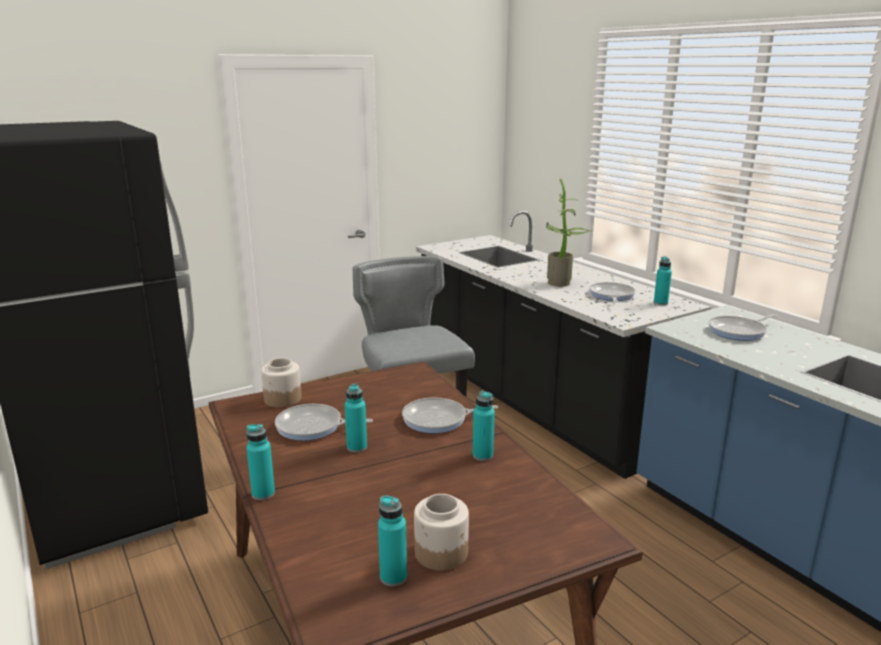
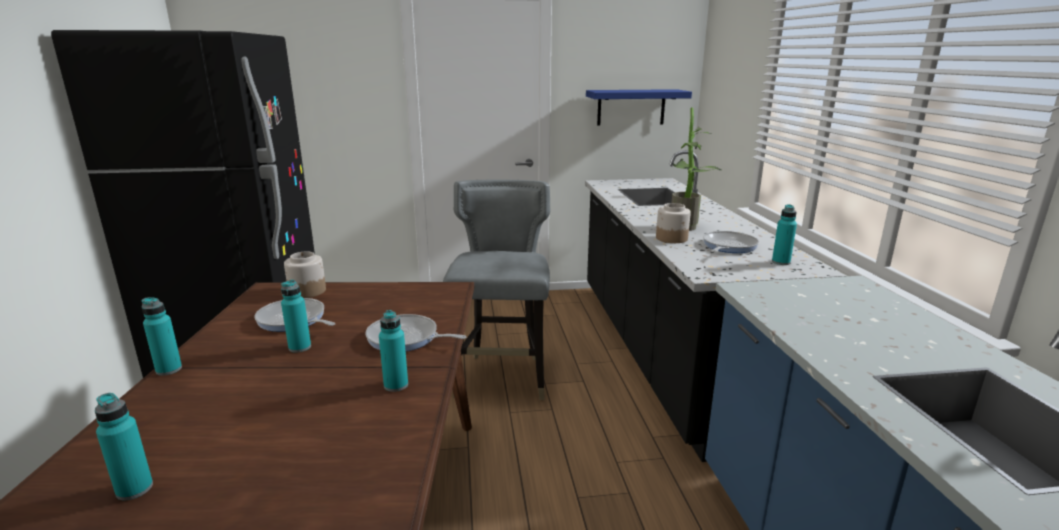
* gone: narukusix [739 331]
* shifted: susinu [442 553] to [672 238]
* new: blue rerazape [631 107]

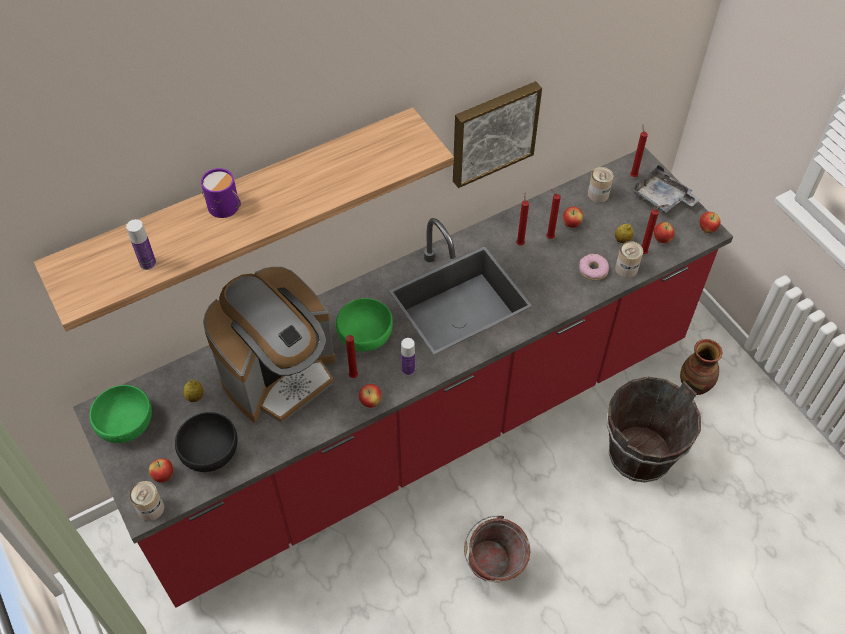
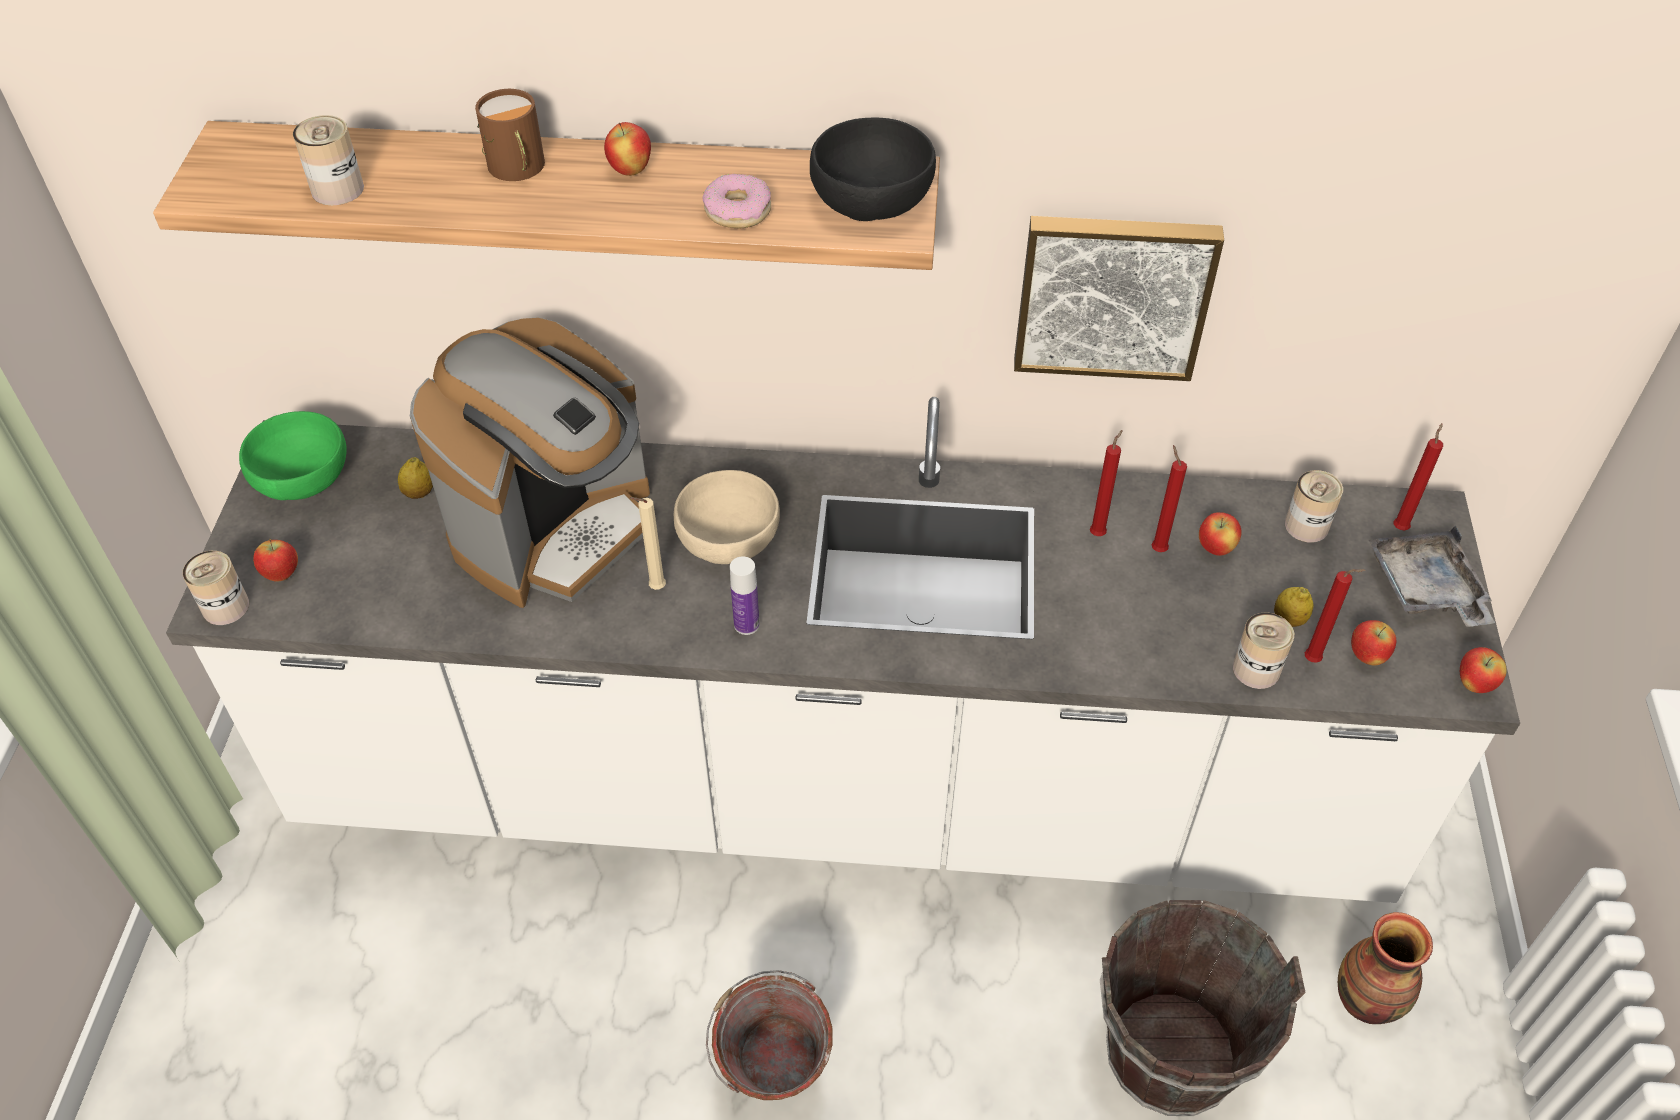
* repainted: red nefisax [422 429] to white nefisax [840 792]
* repainted: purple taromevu [226 207] to brown taromevu [517 168]
* swapped: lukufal [148 263] to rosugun [337 189]
* shifted: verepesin [593 270] to [738 211]
* rotated: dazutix [280 376] = [556 529] 45 degrees counterclockwise
* repainted: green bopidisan [365 334] to beige bopidisan [730 538]
* repainted: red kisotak [352 377] to beige kisotak [655 588]
* shifted: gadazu [370 402] to [630 170]
* shifted: black bopidisan [210 450] to [873 199]

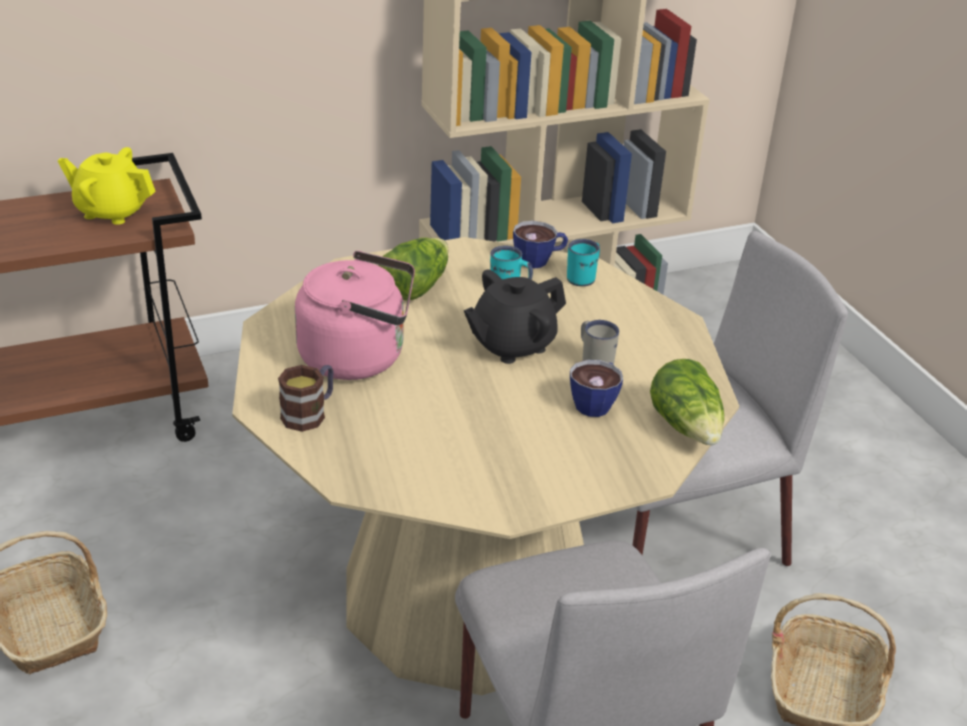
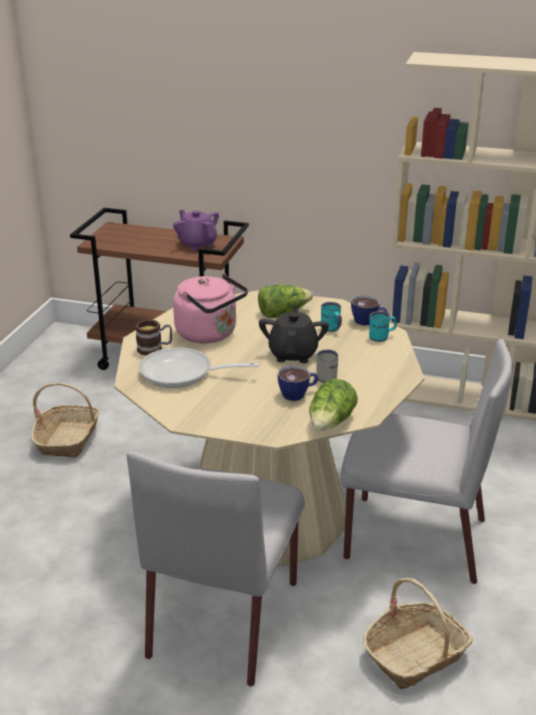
* repainted: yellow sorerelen [111 211] to purple sorerelen [197 244]
* rotated: black sorerelen [511 345] = [293 354] 90 degrees clockwise
* new: narukusix [183 373]

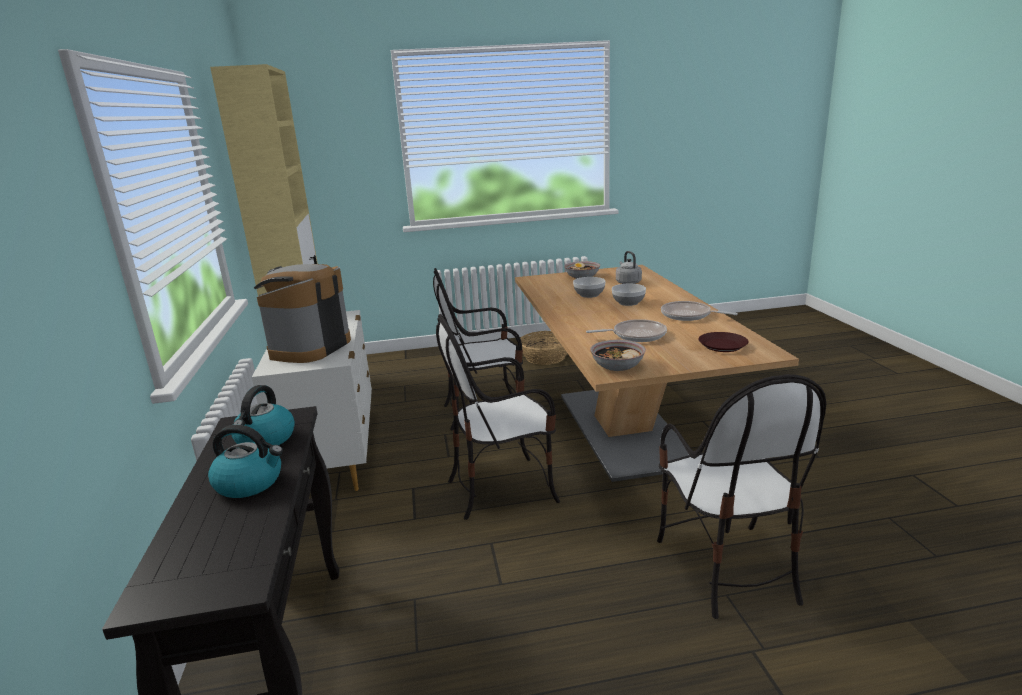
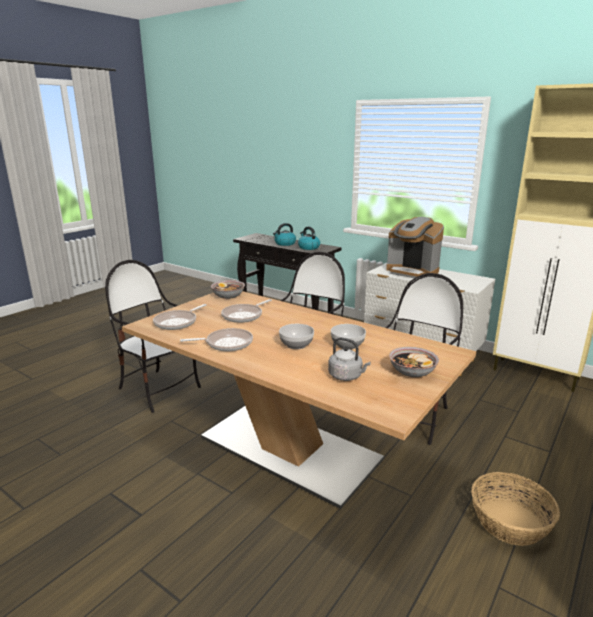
* rotated: dazutix [309 348] = [412 272] 150 degrees clockwise
* swapped: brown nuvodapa [722 346] to narukusix [178 322]

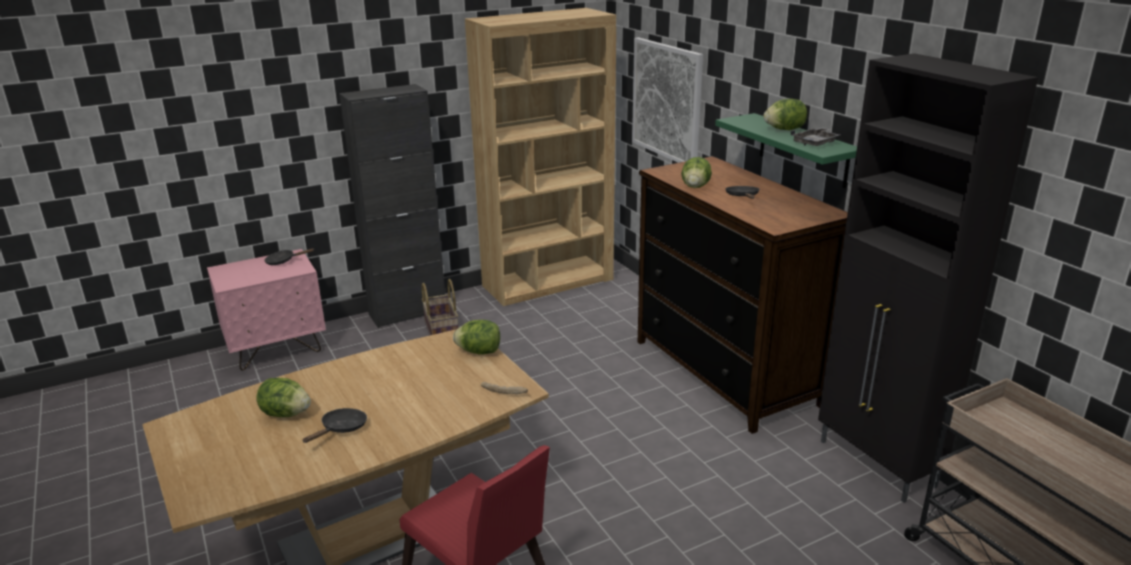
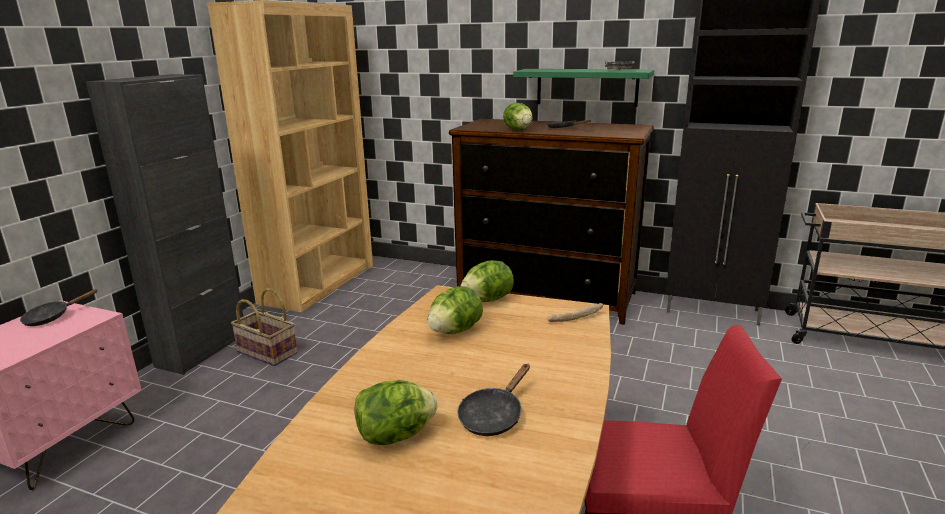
* gone: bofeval [667 101]
* shifted: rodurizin [784 129] to [455 331]
* rotated: black narukusix [341 429] = [493 416] 135 degrees counterclockwise

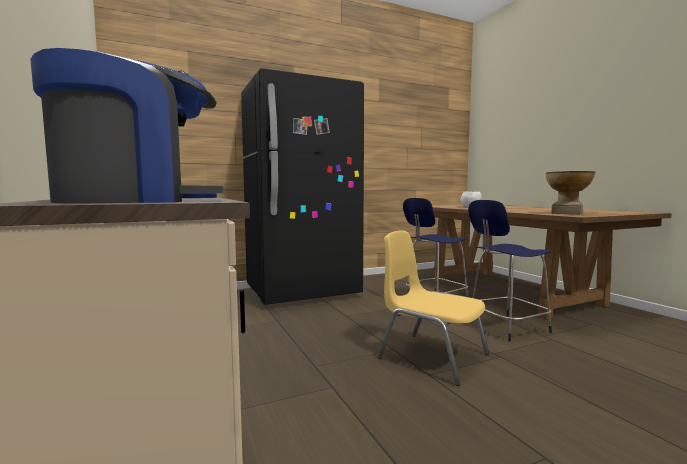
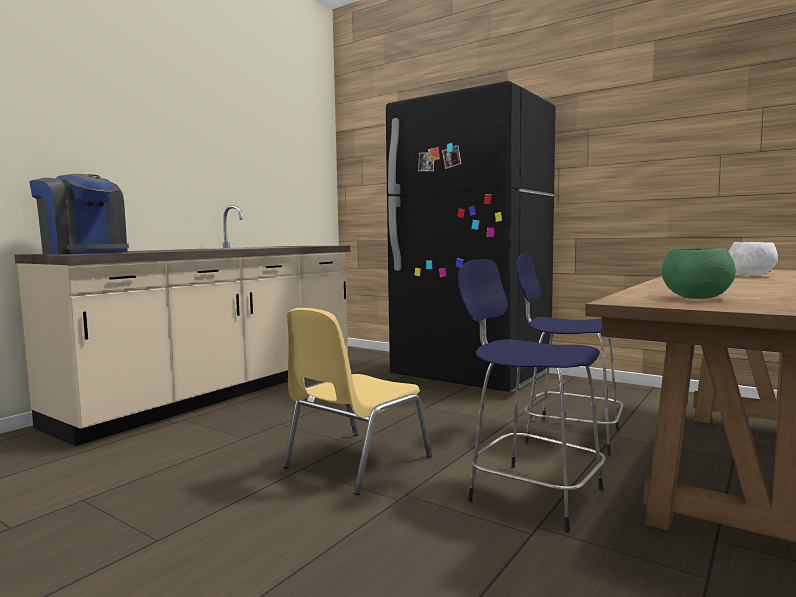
* swapped: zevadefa [567 213] to green bopidisan [696 298]
* rotated: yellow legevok [431 356] = [355 462] 150 degrees counterclockwise

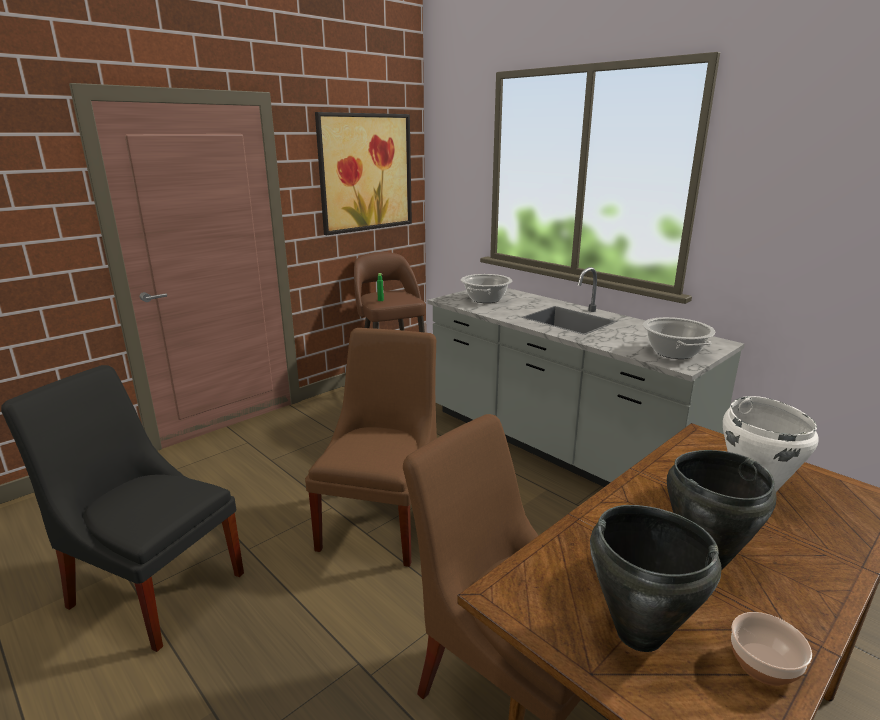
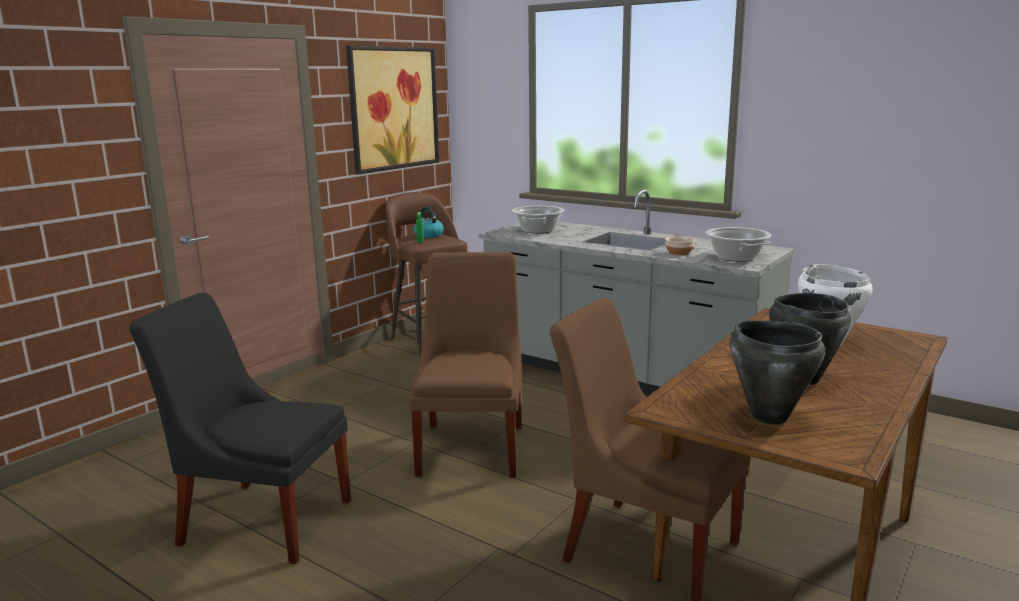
* shifted: bopidisan [763 665] to [678 253]
* new: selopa [428 235]

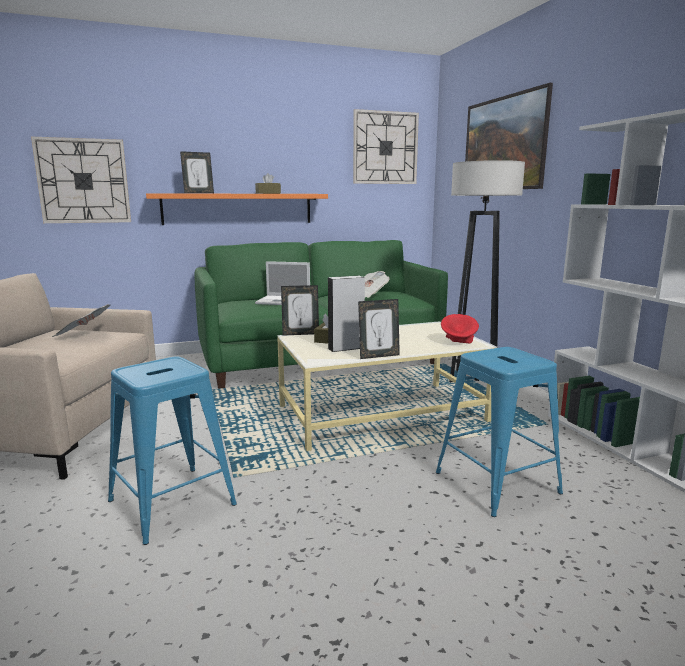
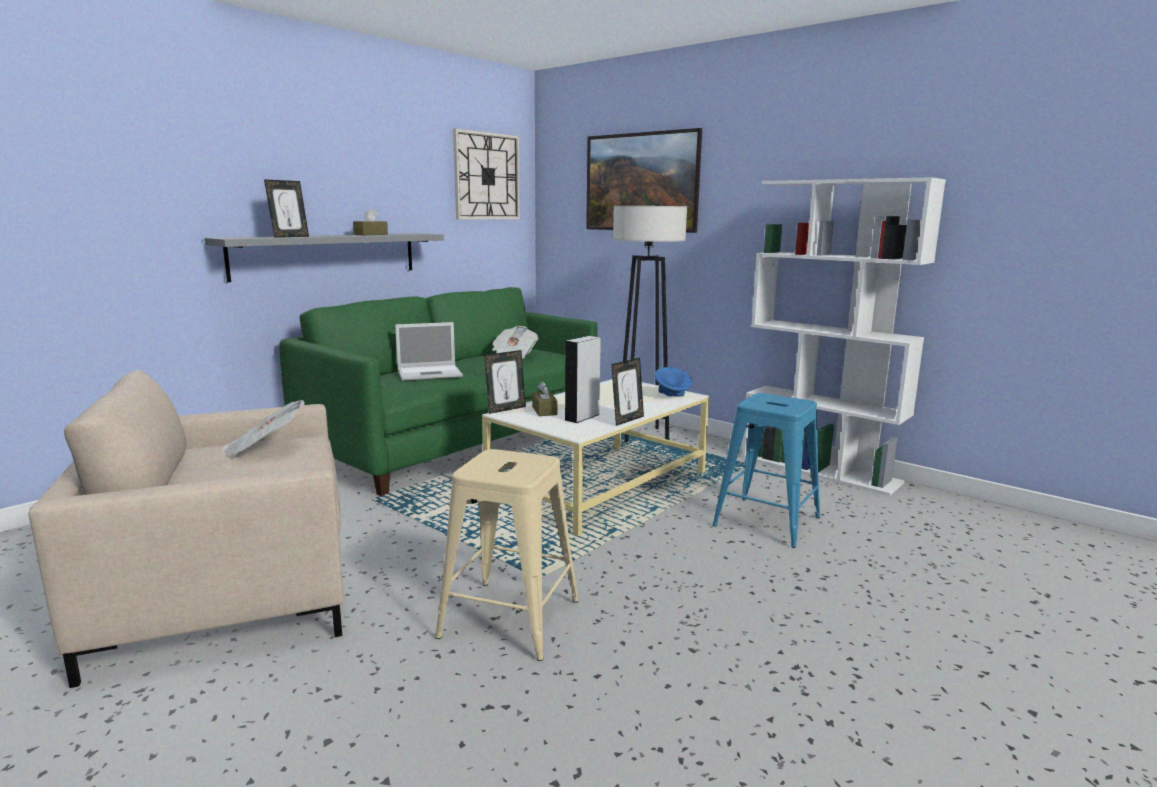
* gone: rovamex [83 181]
* repainted: orange rerazape [238 209] to grey rerazape [327 255]
* repainted: red bopidisan [459 342] to blue bopidisan [672 396]
* repainted: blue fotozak [171 503] to beige fotozak [510 619]

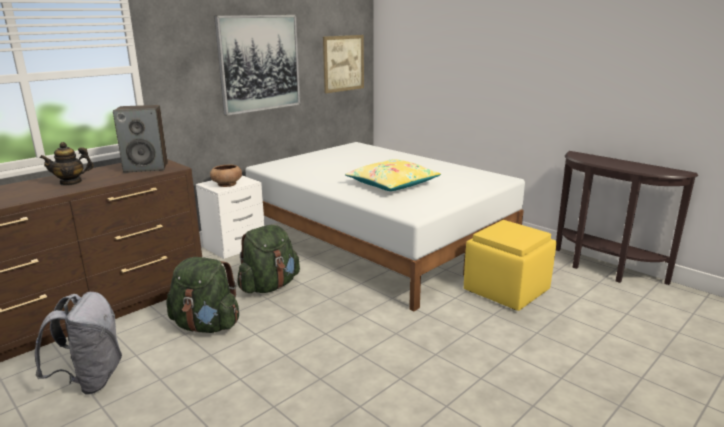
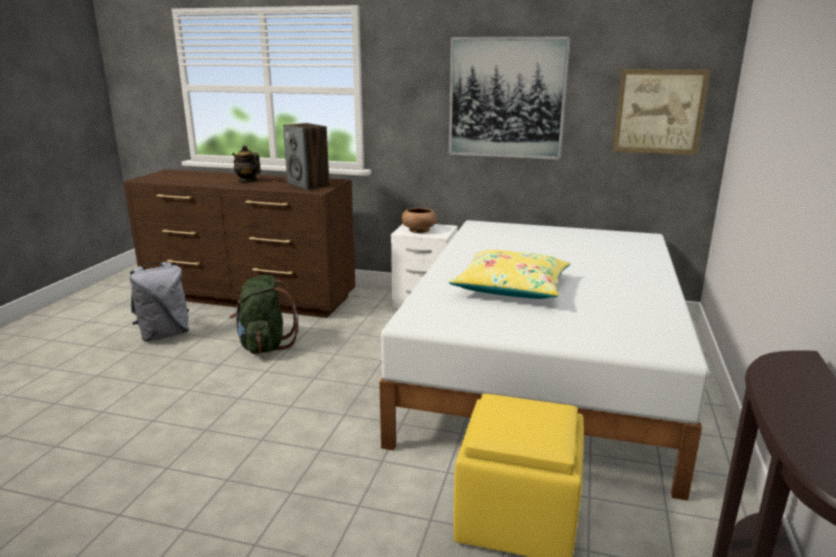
* gone: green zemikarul [269 286]

